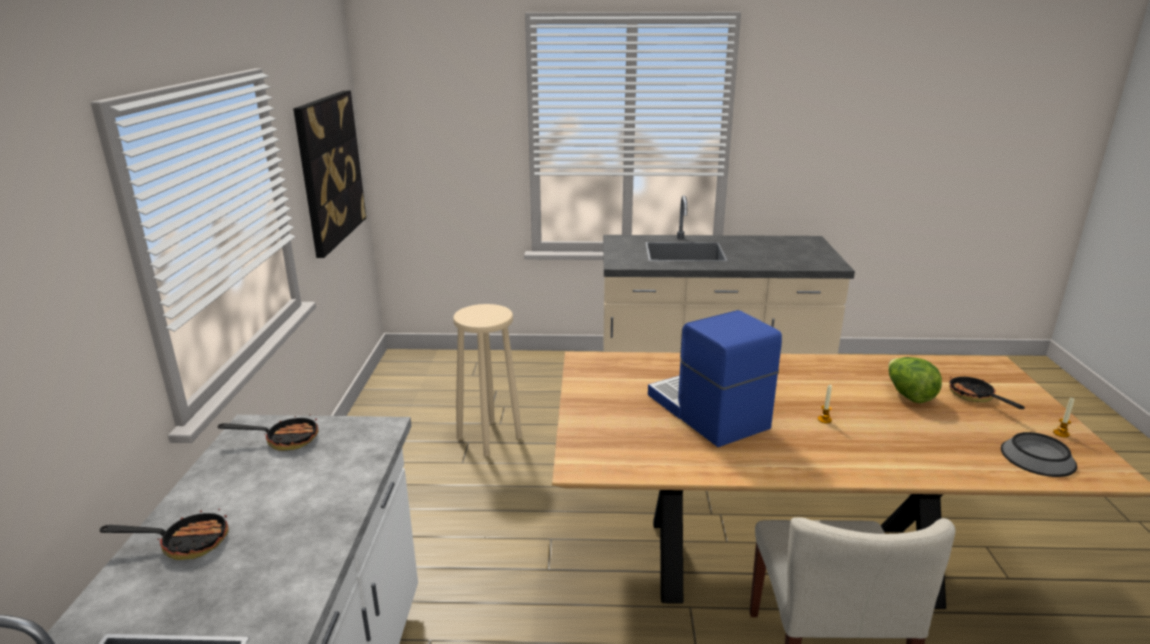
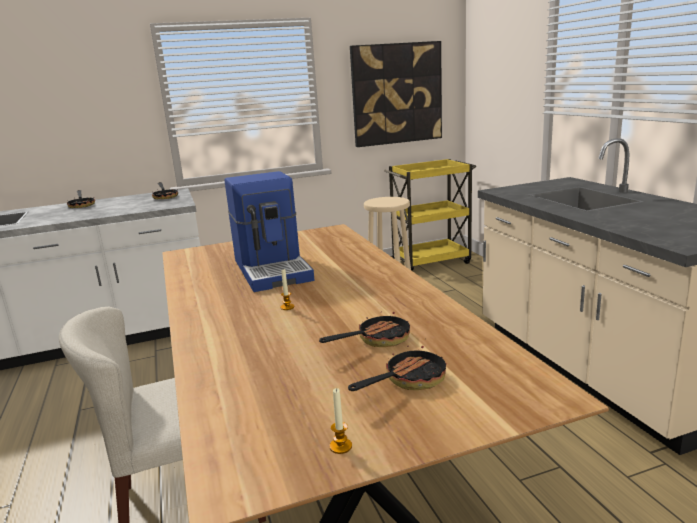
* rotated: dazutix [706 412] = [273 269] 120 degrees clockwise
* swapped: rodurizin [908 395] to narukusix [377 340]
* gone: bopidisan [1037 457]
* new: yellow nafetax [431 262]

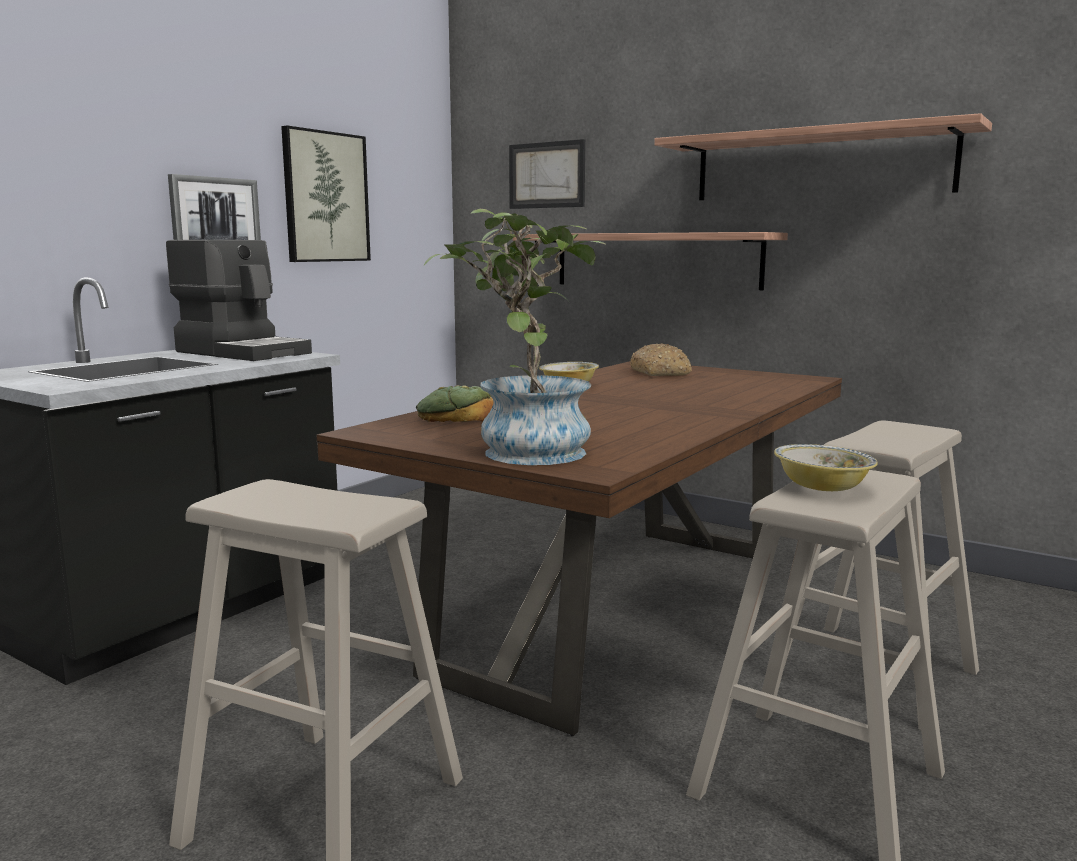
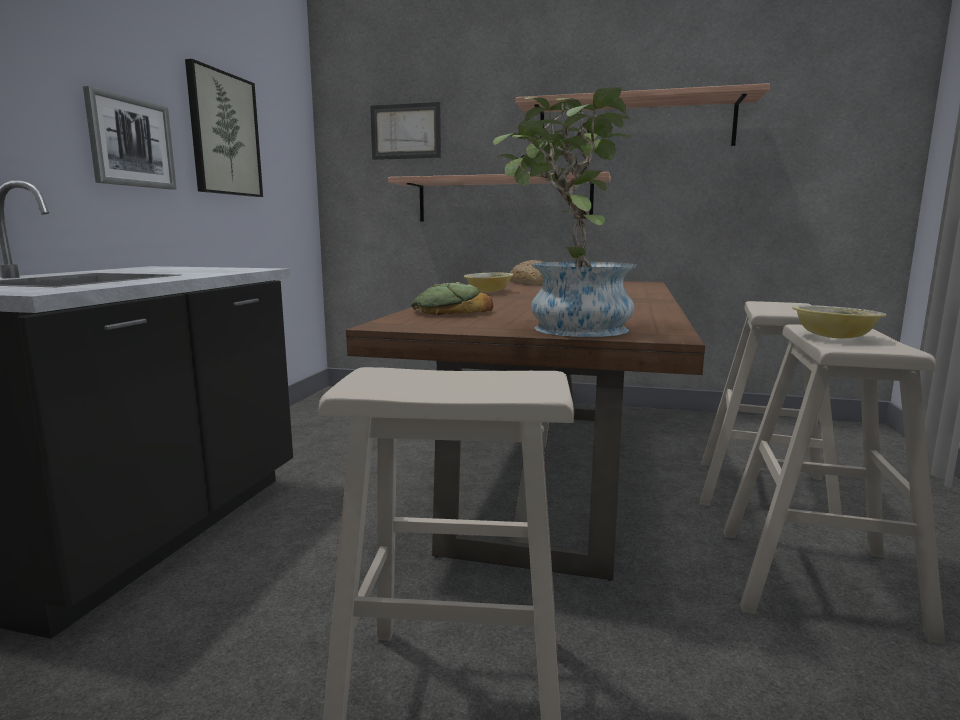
* gone: dazutix [243 352]

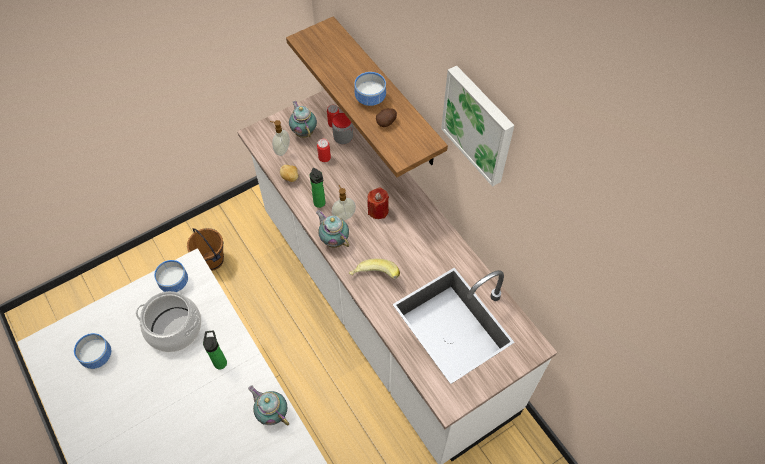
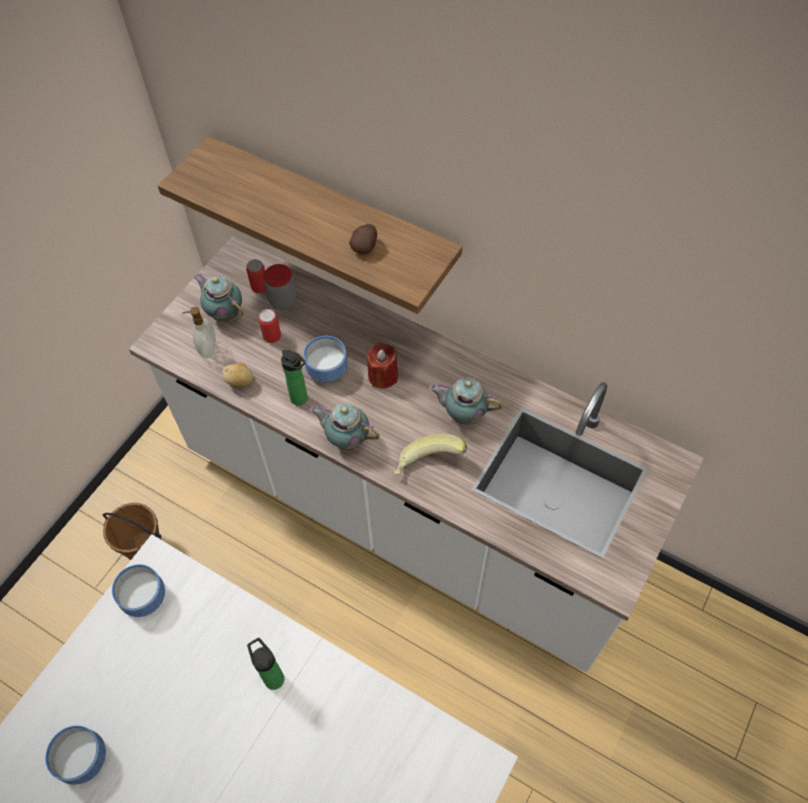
* gone: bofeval [479 125]
* shifted: bopidisan [371 99] to [328 370]
* gone: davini [344 216]
* gone: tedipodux [175 328]
* shifted: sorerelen [272 413] to [463 414]

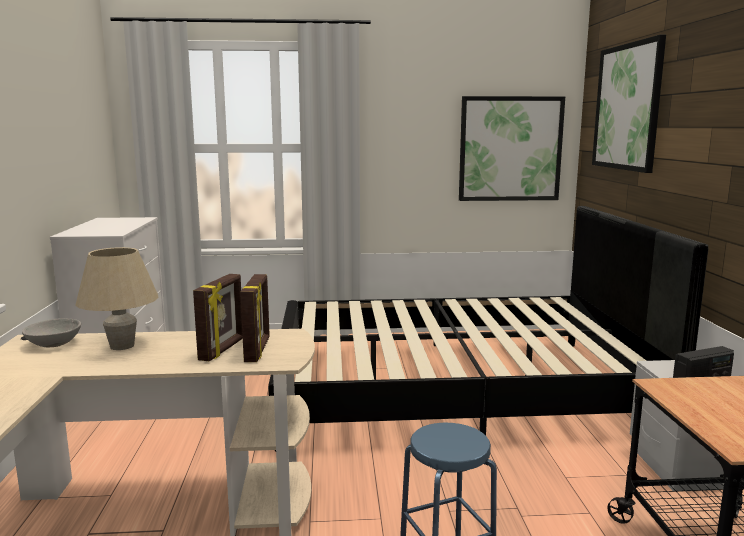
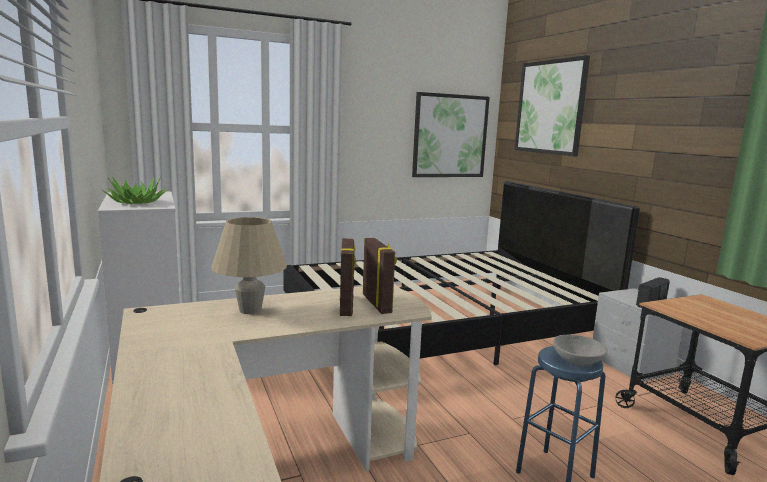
* shifted: grey bopidisan [54 344] to [577 361]
* new: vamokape [136 202]

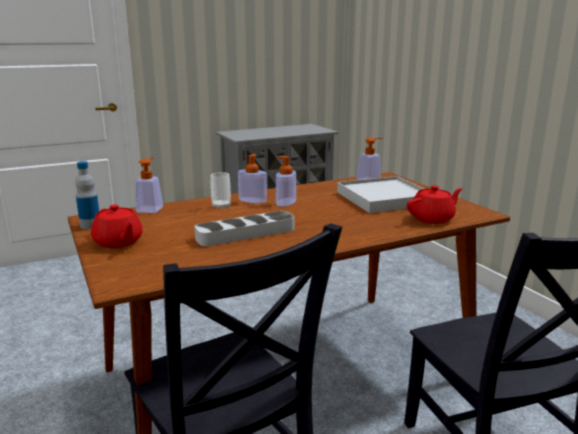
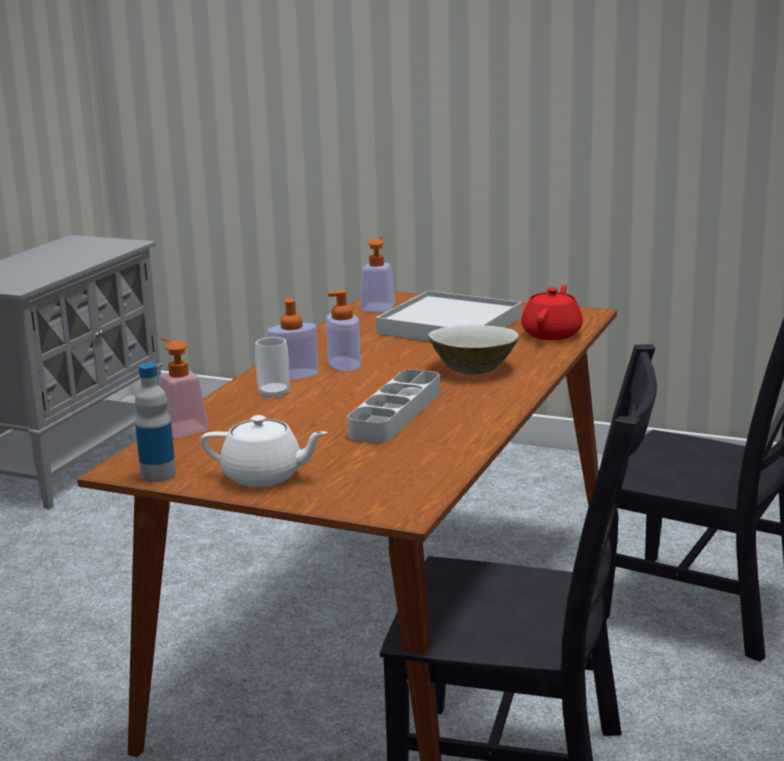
* repainted: red sorerelen [118 242] to white sorerelen [264 476]
* new: beige bopidisan [473 368]

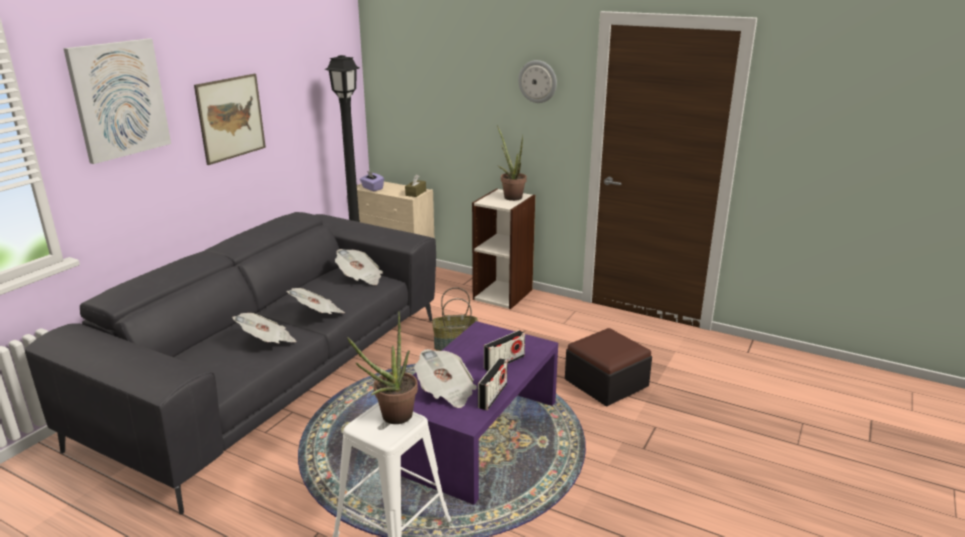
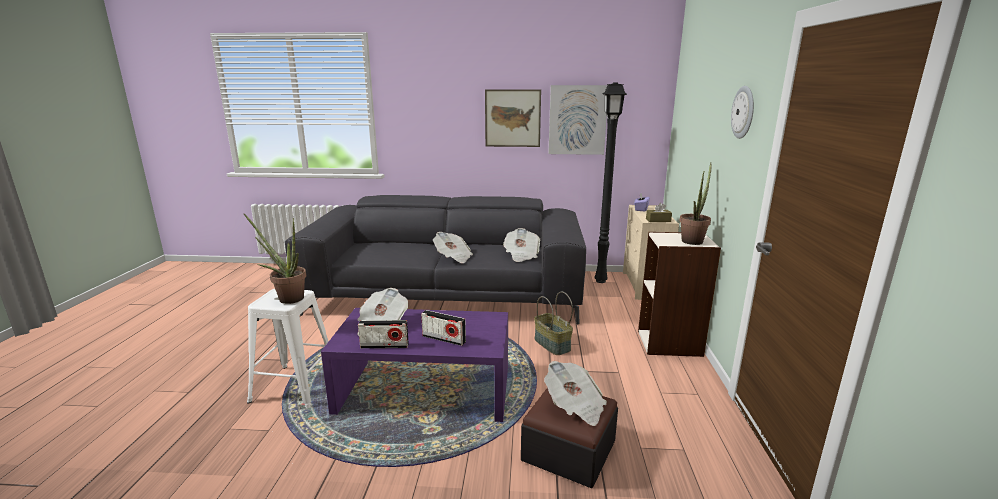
* shifted: bofeval [119 99] to [577 120]
* shifted: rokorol [267 342] to [575 406]

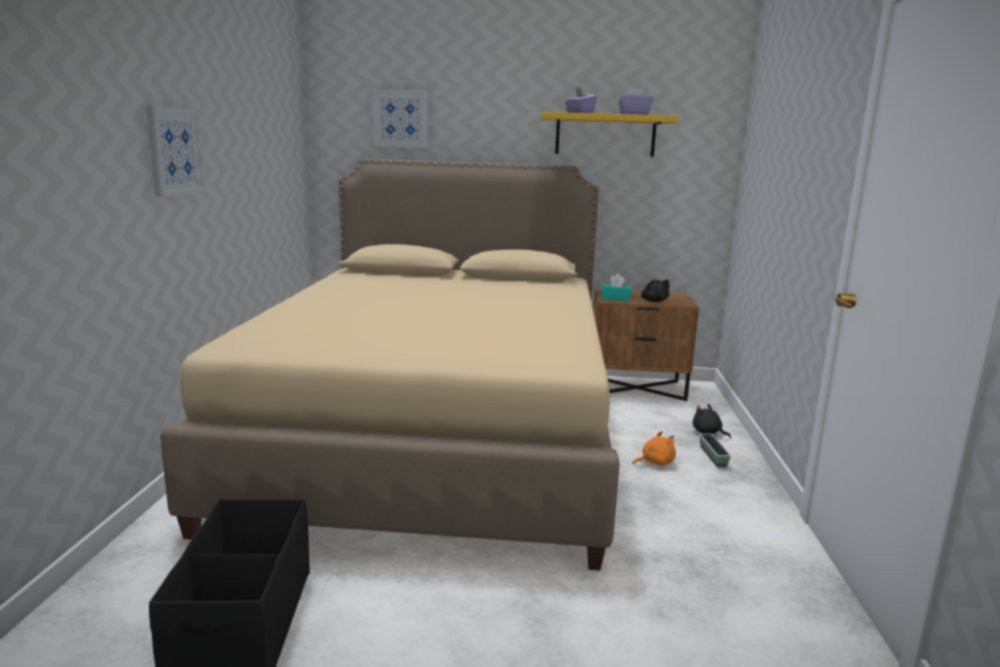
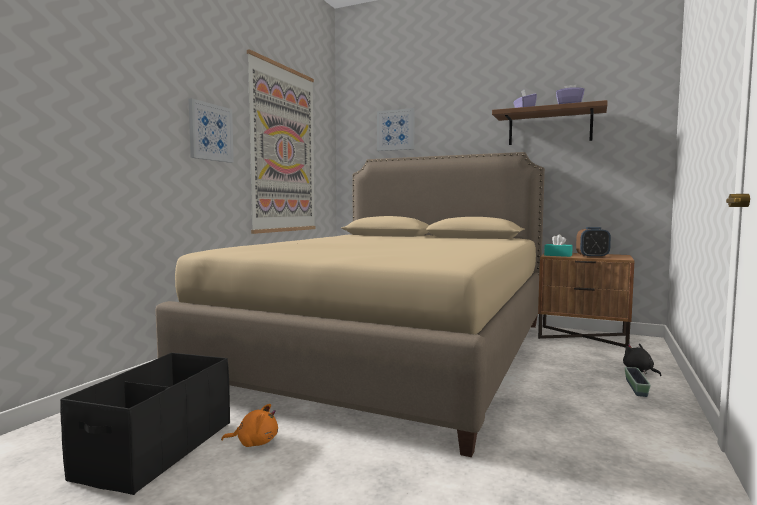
* repainted: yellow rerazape [605 135] to brown rerazape [549 127]
* swapped: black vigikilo [654 301] to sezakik [592 257]
* shifted: orange vigikilo [655 462] to [254 442]
* new: bofeval [283 149]

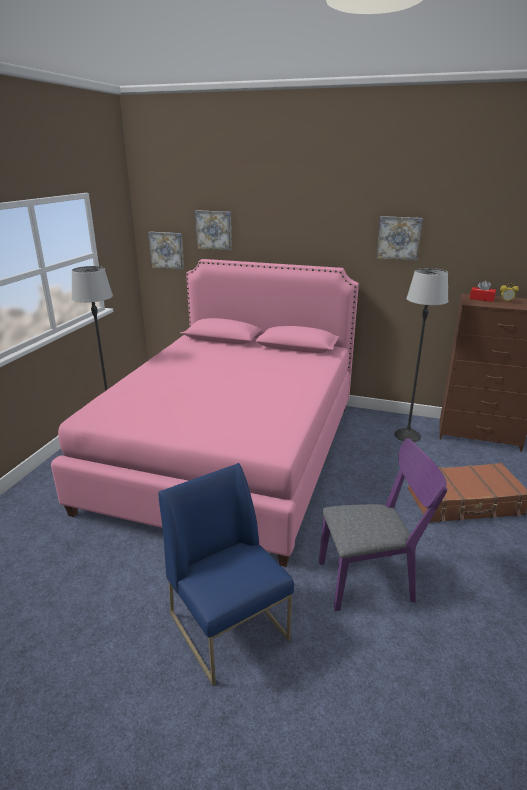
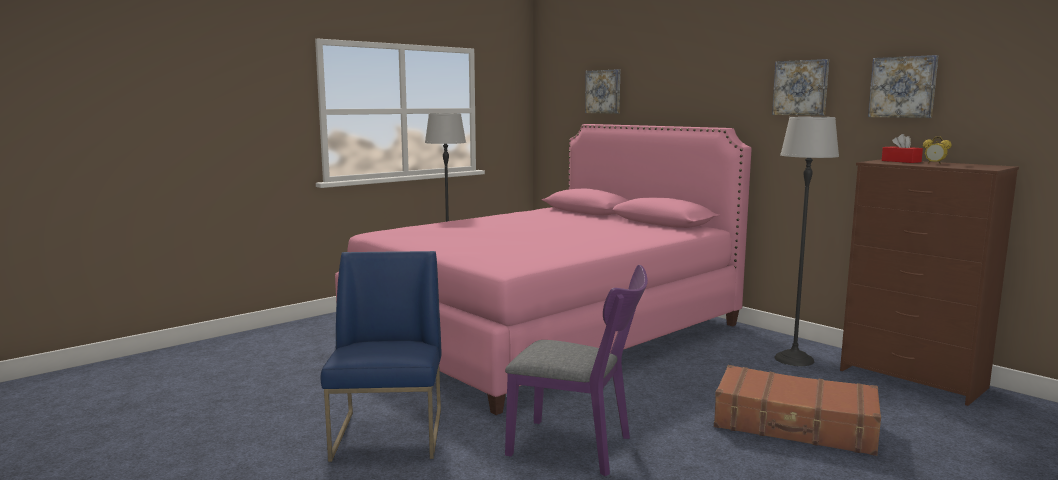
* shifted: bofeval [167 250] to [903 87]

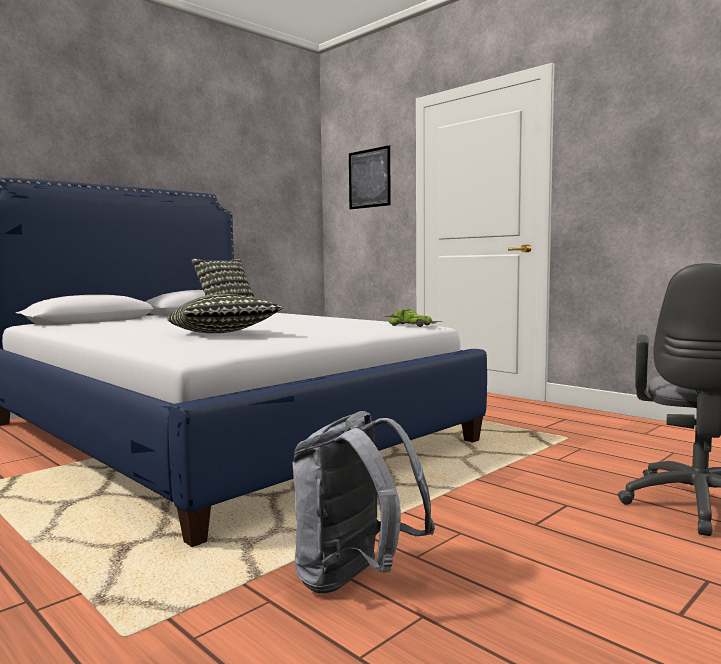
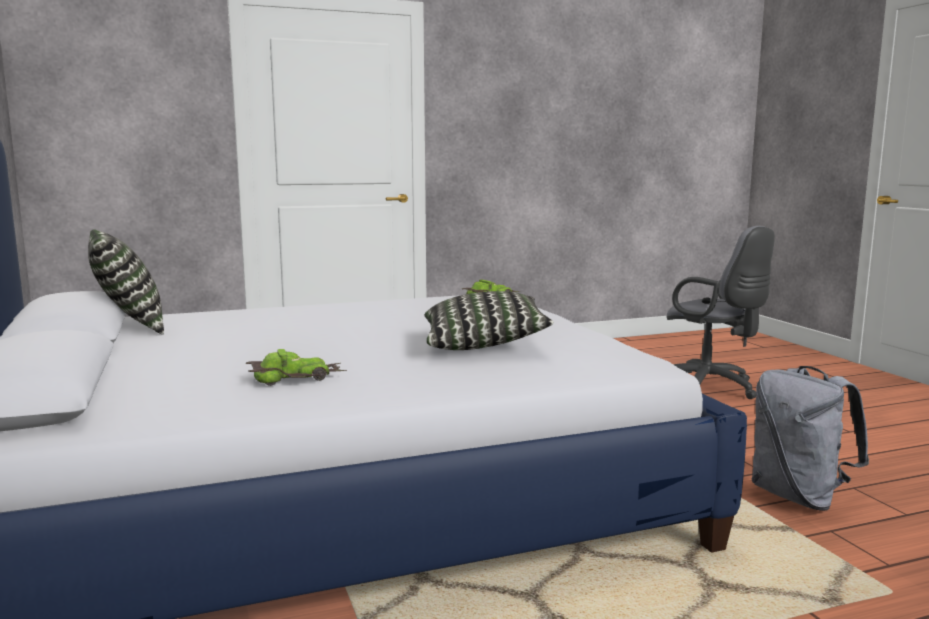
* gone: bofeval [369 178]
* new: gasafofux [295 377]

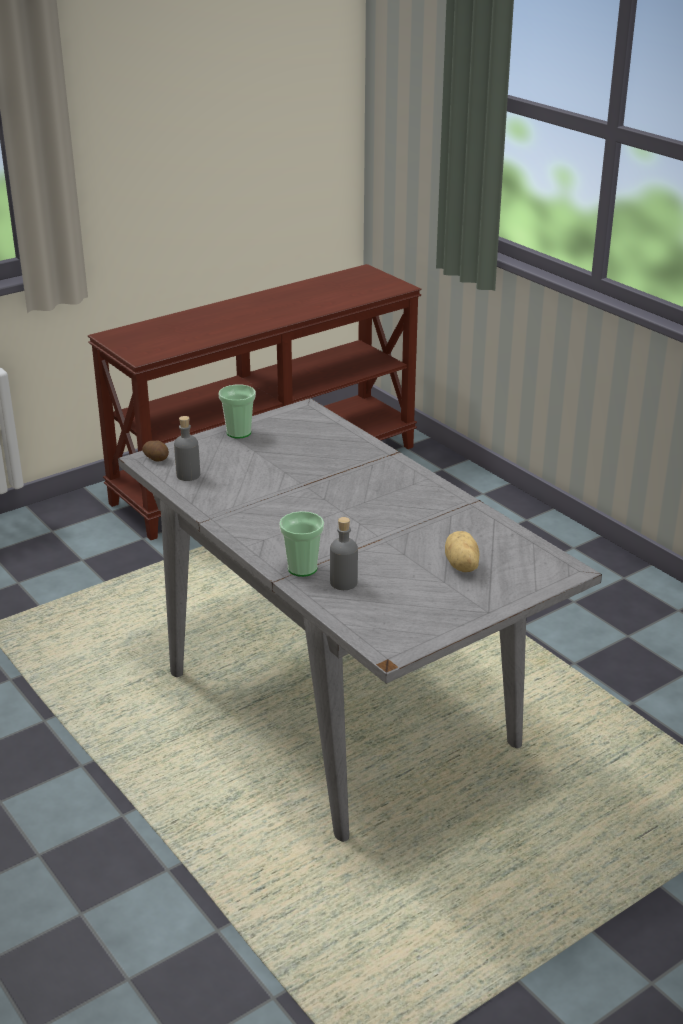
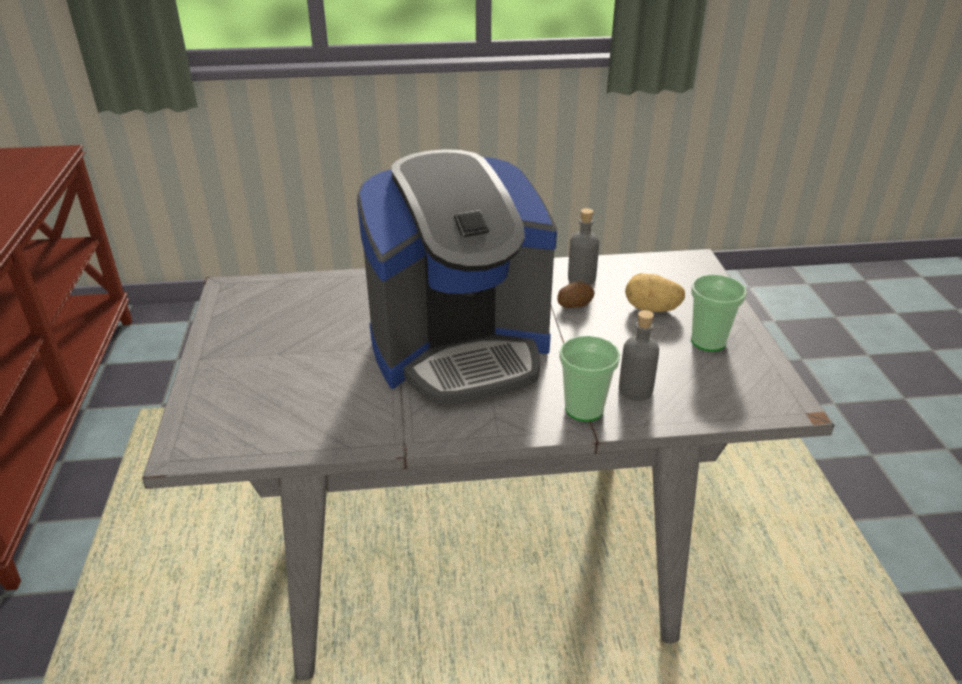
* shifted: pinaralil [238 433] to [708 341]
* shifted: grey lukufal [188 475] to [581 278]
* shifted: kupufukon [157 458] to [574 304]
* new: dazutix [460 349]

